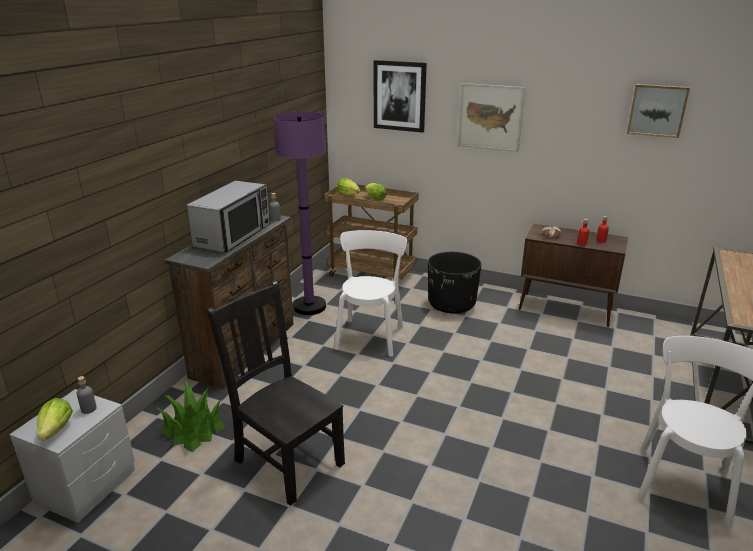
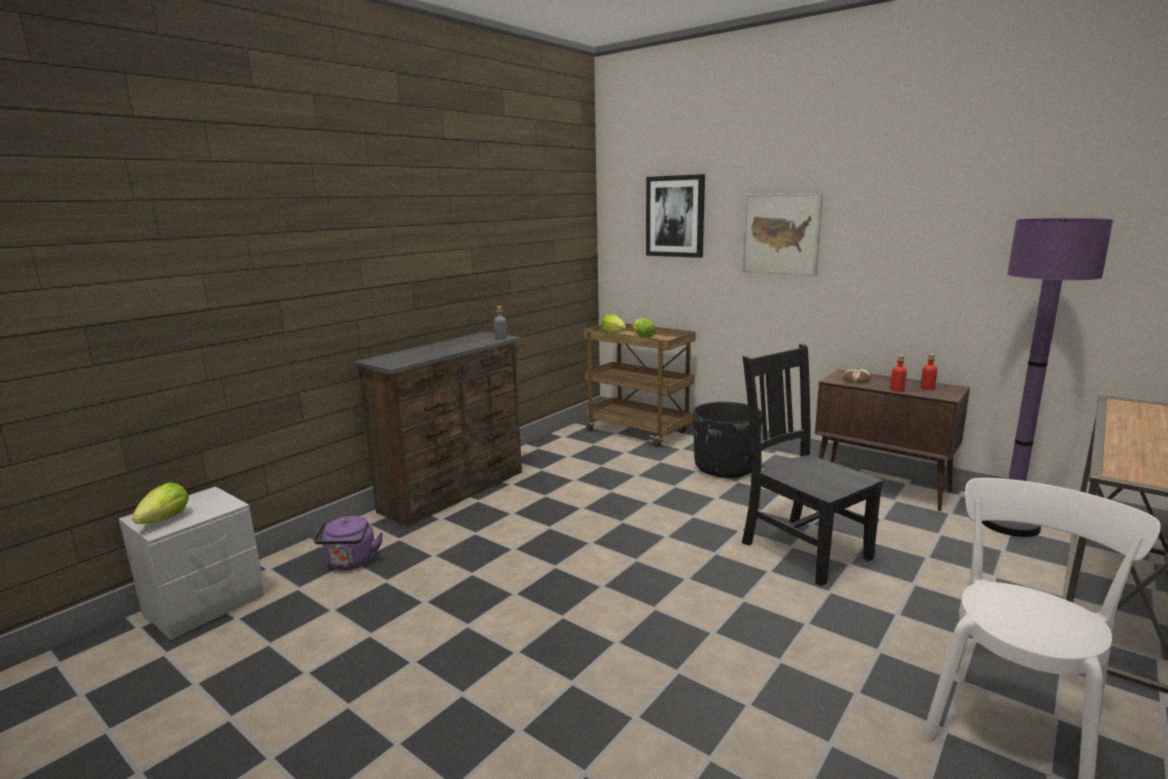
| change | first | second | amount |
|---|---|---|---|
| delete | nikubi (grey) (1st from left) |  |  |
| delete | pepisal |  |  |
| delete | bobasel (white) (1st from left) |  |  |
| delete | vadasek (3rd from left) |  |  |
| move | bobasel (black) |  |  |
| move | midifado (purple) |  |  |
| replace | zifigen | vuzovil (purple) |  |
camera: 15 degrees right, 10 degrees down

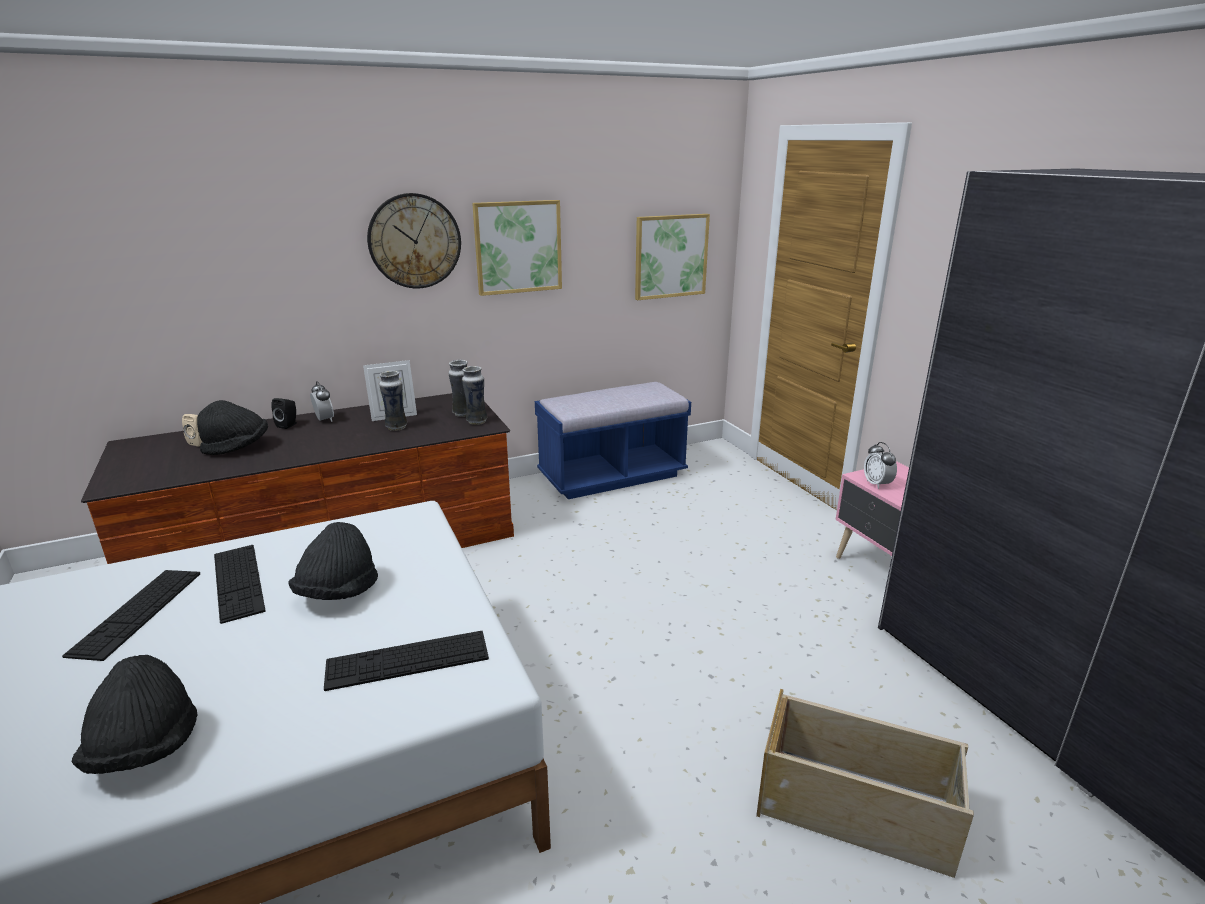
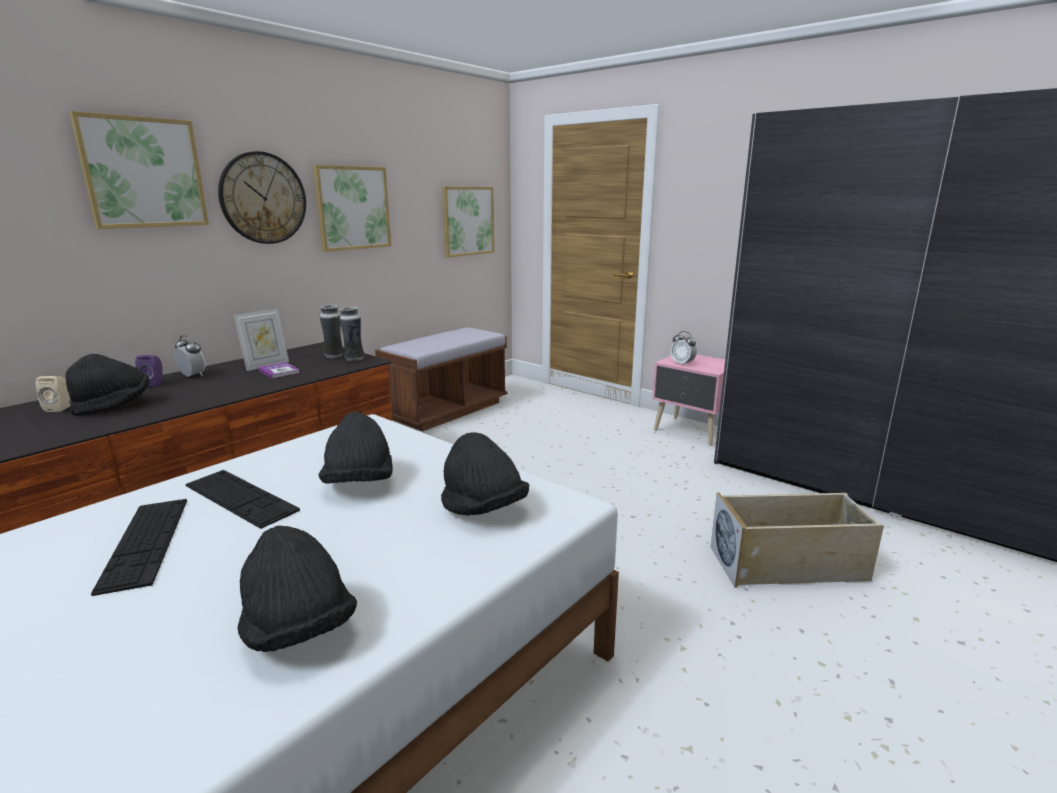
| change | first | second | amount |
|---|---|---|---|
| insert |  | vadasek (1st from left) |  |
| replace | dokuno (3rd from left) | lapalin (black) (4th from left) |  |
| replace | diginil (1st from left) | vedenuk |  |
| recolor | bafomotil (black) | bafomotil (purple) |  |
| recolor | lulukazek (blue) | lulukazek (brown) |  |
camera: 25 degrees left, 5 degrees down

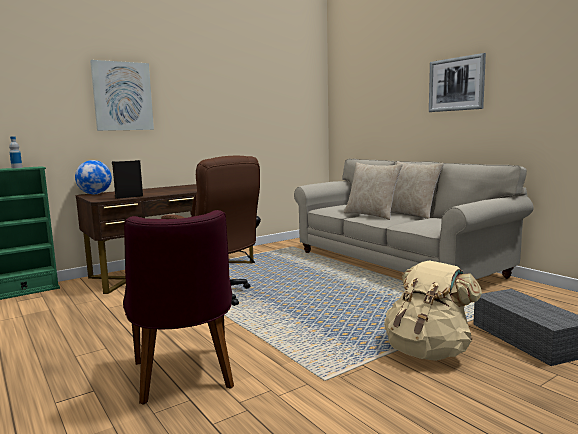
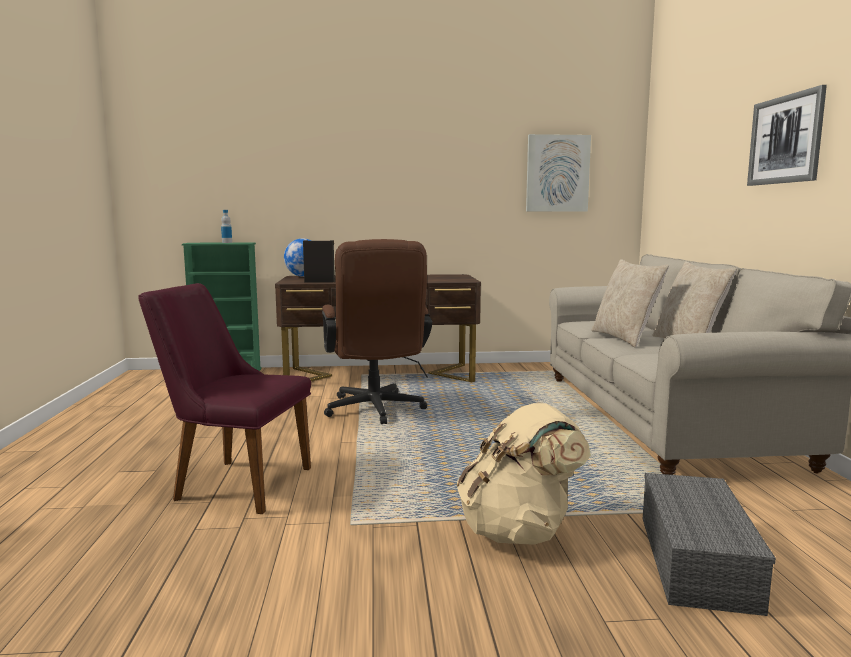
| change | first | second | amount |
|---|---|---|---|
| move | vadasek (1st from left) |  |  |
| rotate | bobasel (purple) |  | 90 degrees clockwise |
camera: 30 degrees right, 0 degrees up

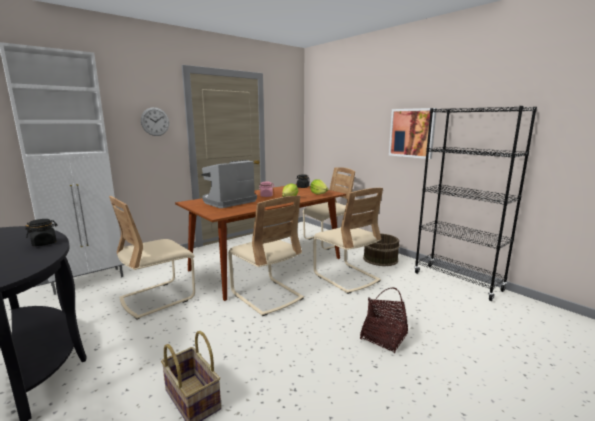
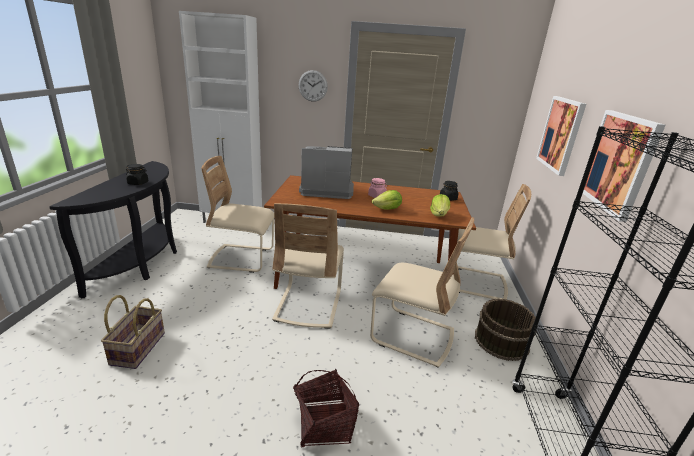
| change | first | second | amount |
|---|---|---|---|
| insert |  | vadasek (1st from left) |  |
| rotate | bobasel (beige) (4th from left in the first image) | bobasel (beige) (3rd from left) | 75 degrees counterclockwise |
camera: 45 degrees right, 10 degrees up

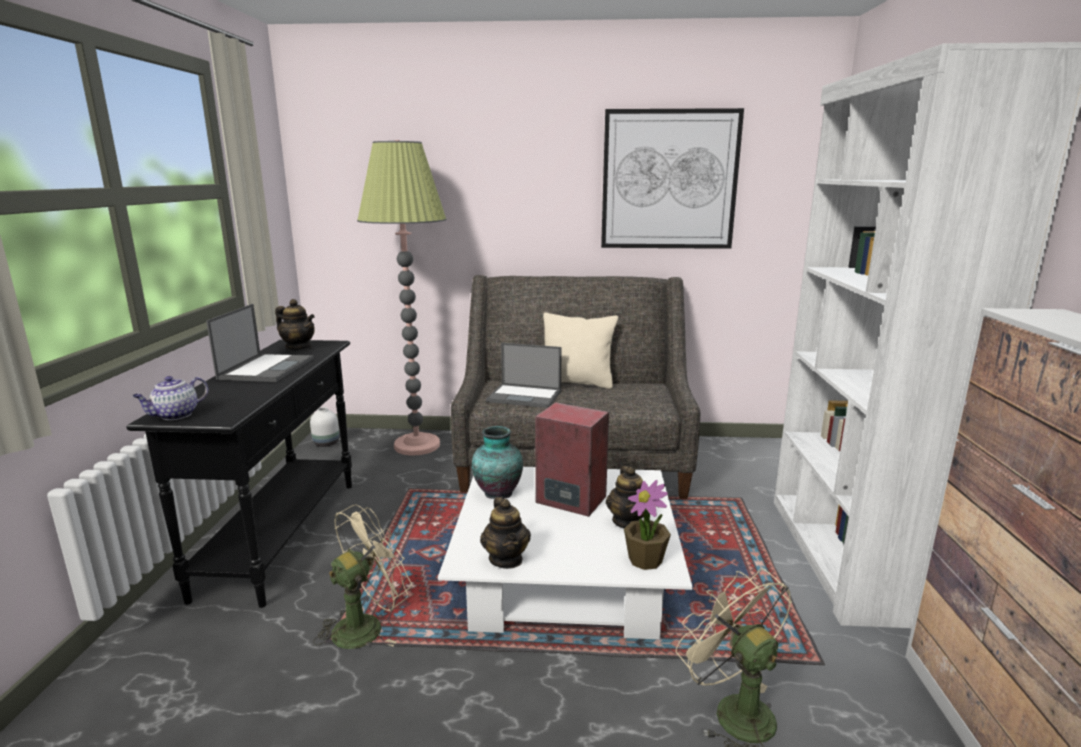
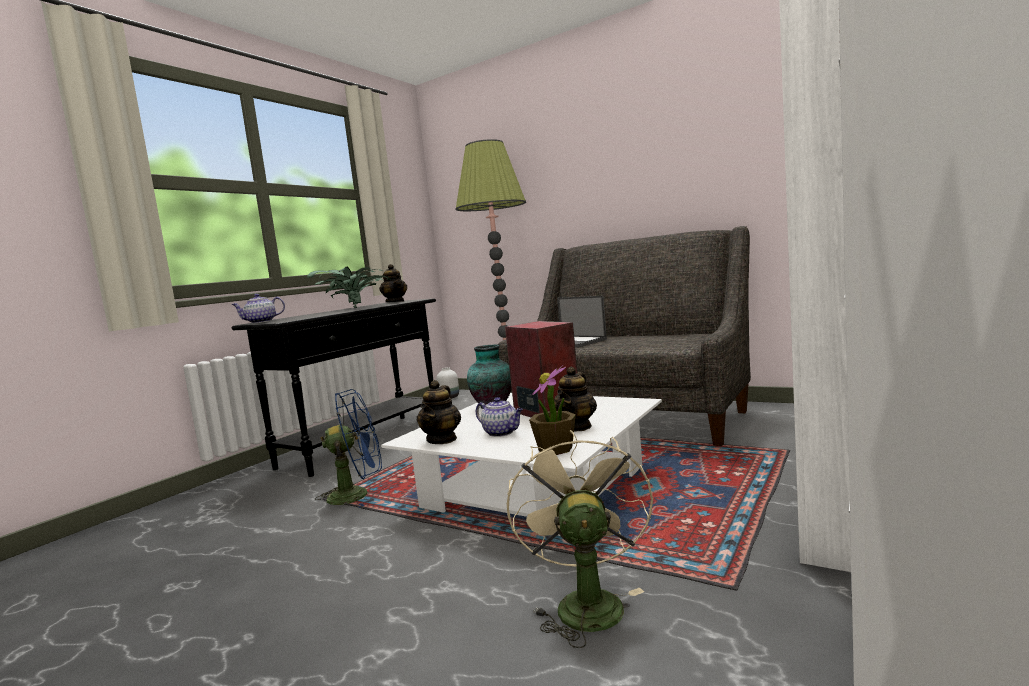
| change | first | second | amount |
|---|---|---|---|
| delete | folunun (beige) |  |  |
| delete | vadasek |  |  |
| insert |  | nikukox (4th from left) |  |
| replace | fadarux (1st from left) | zifigen (1st from left) |  |
| recolor | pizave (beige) (1st from left) | pizave (blue) |  |
camera: 30 degrees right, 10 degrees down

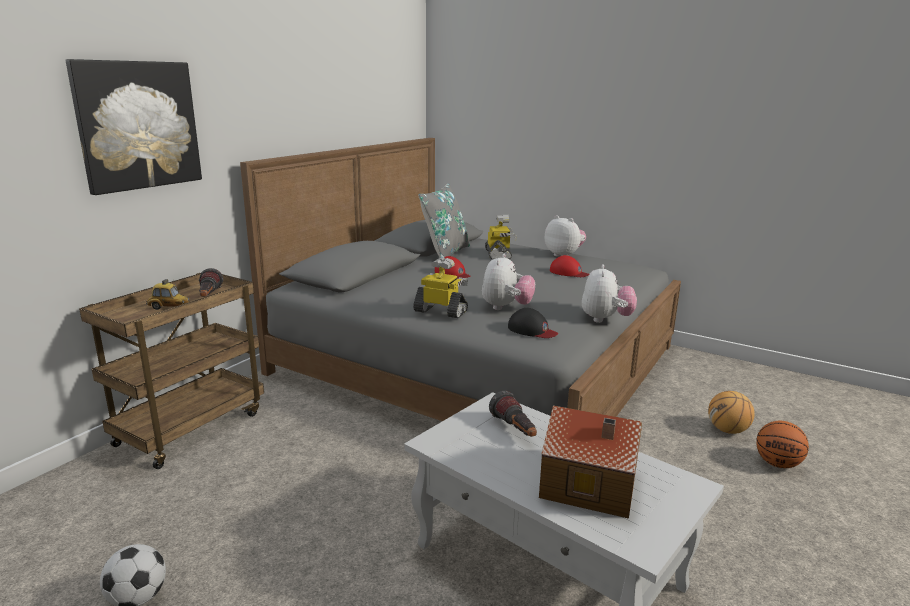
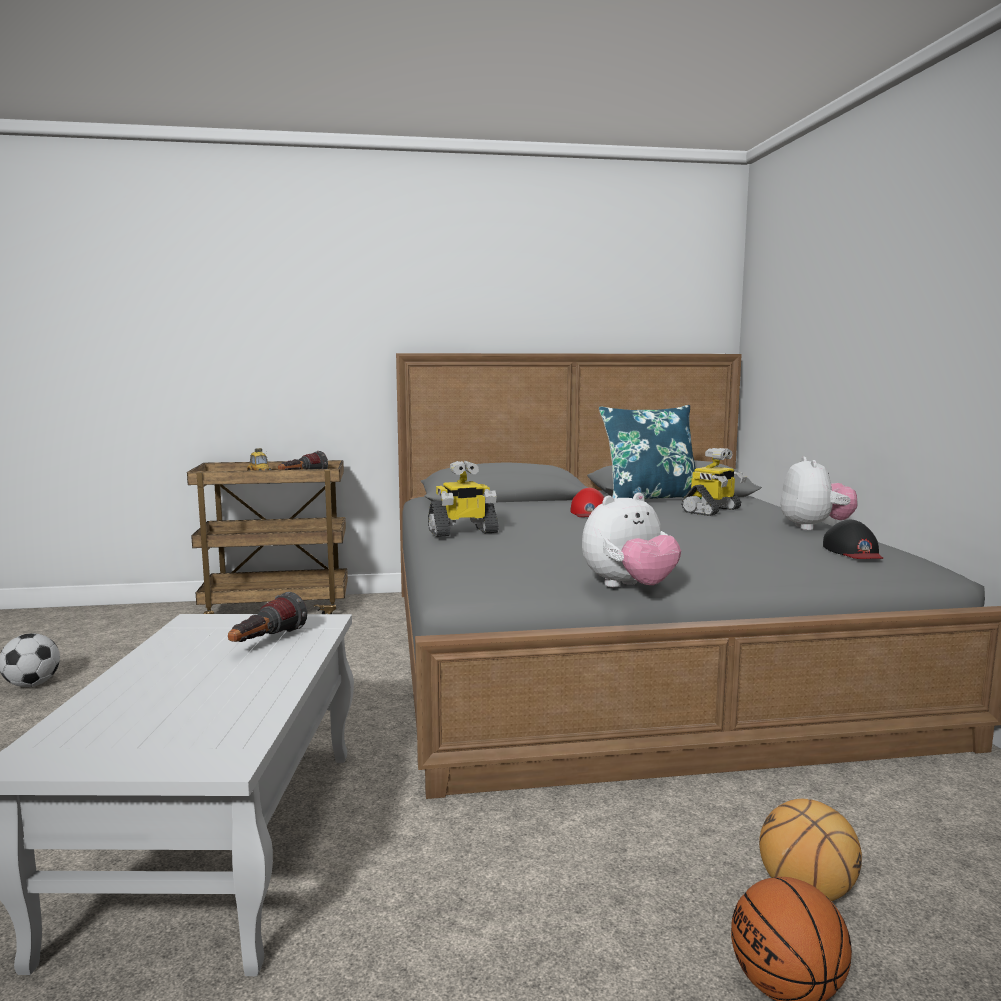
| change | first | second | amount |
|---|---|---|---|
| delete | vadasek |  |  |
| delete | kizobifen (1st from left) |  |  |
| delete | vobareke |  |  |
| delete | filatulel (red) (2nd from left) |  |  |
| move | filatulel (black) |  |  |
| recolor | folunun (grey) | folunun (blue) |  |
| rotate | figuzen (1st from left) |  | 90 degrees clockwise |
camera: 50 degrees right, 10 degrees down

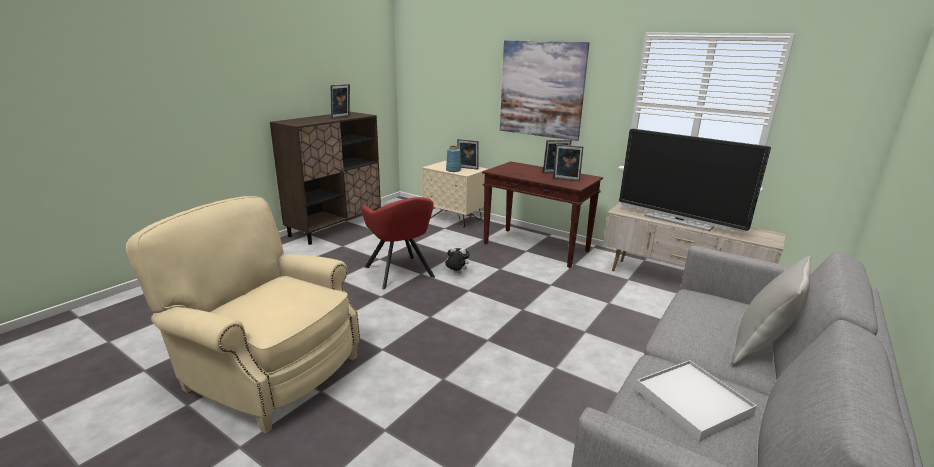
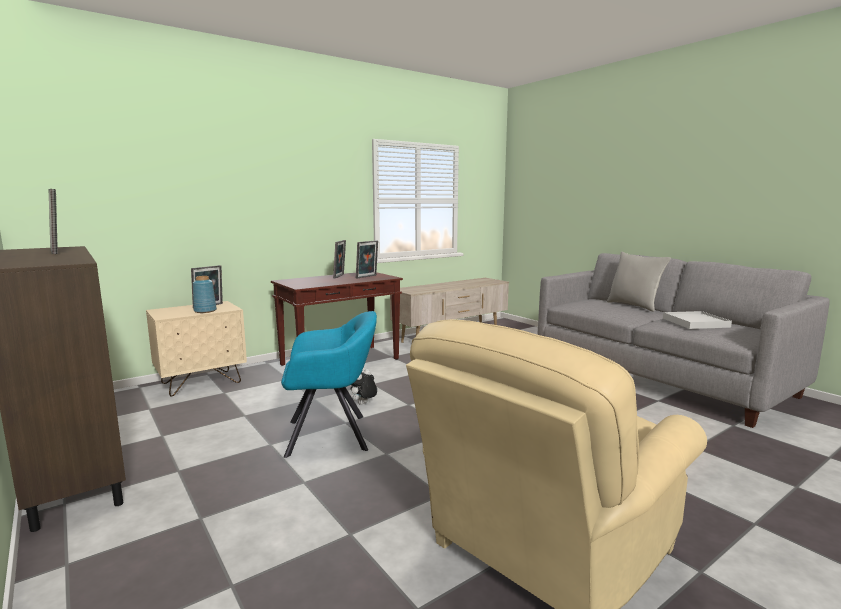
| change | first | second | amount |
|---|---|---|---|
| delete | vadasek |  |  |
| delete | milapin |  |  |
| recolor | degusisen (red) | degusisen (turquoise) |  |
camera: 70 degrees left, 10 degrees down

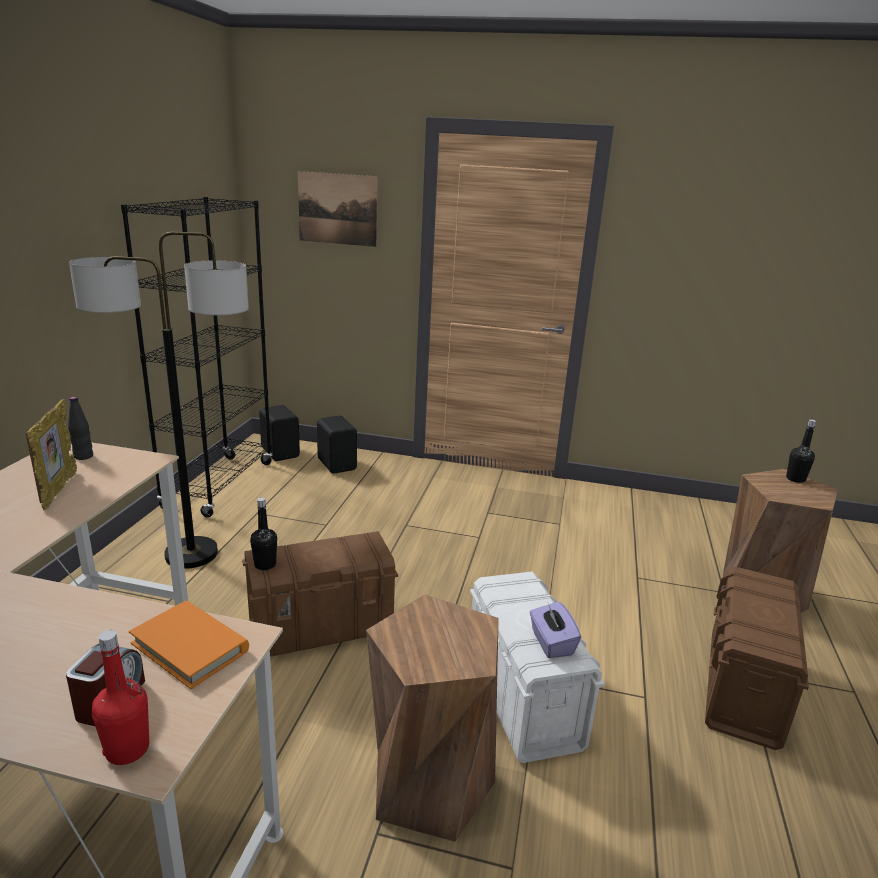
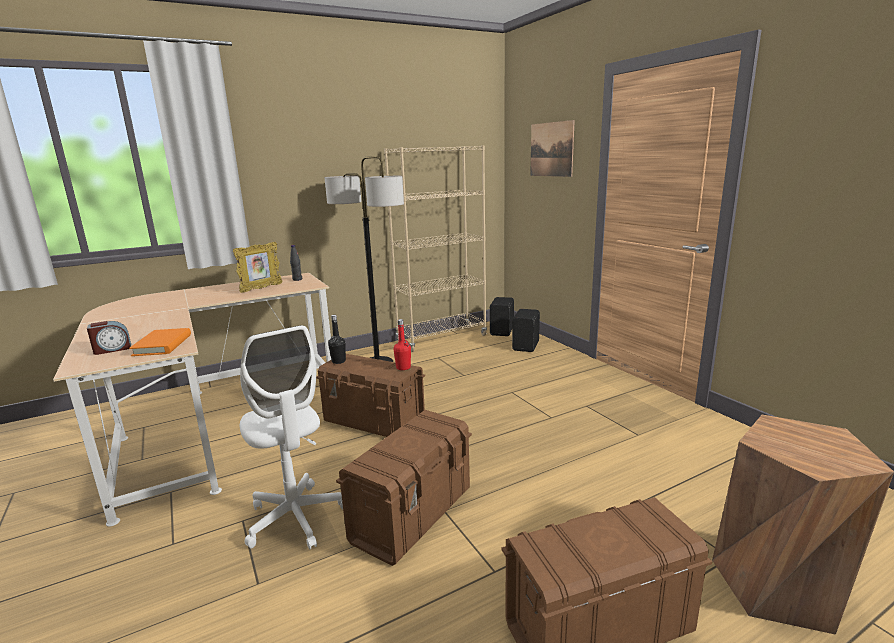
| change | first | second | amount |
|---|---|---|---|
| delete | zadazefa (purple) |  |  |
| delete | nikubi (black) (3rd from left) |  |  |
| move | nikubi (red) |  |  |
| replace | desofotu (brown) (1st from left) | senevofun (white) |  |
| recolor | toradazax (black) | toradazax (beige) |  |
| recolor | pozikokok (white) | pozikokok (brown) (2nd from left) |  |
camera: 50 degrees right, 5 degrees down

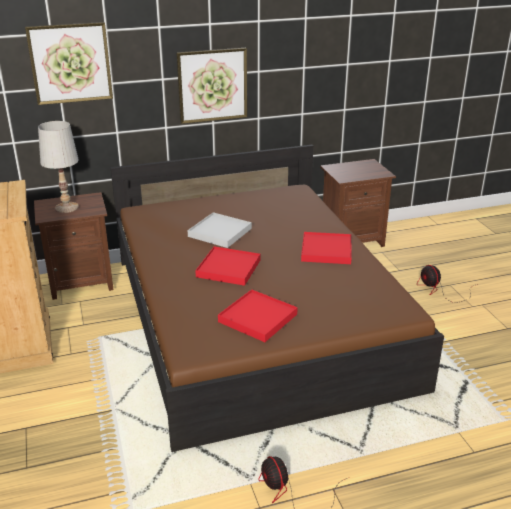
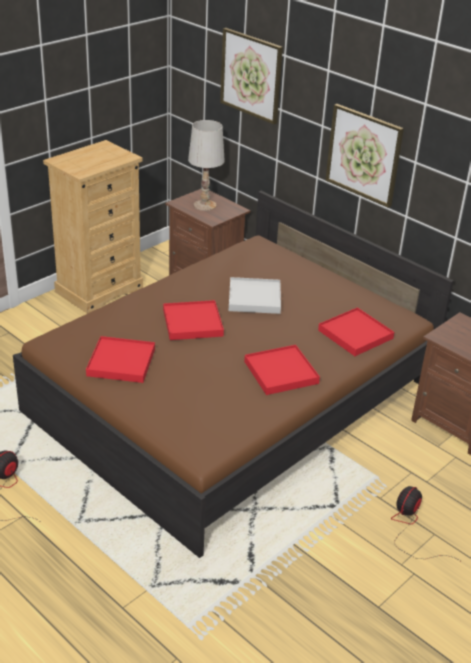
| change | first | second | amount |
|---|---|---|---|
| insert |  | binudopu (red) (4th from left) |  |
camera: 60 degrees right, 5 degrees up

